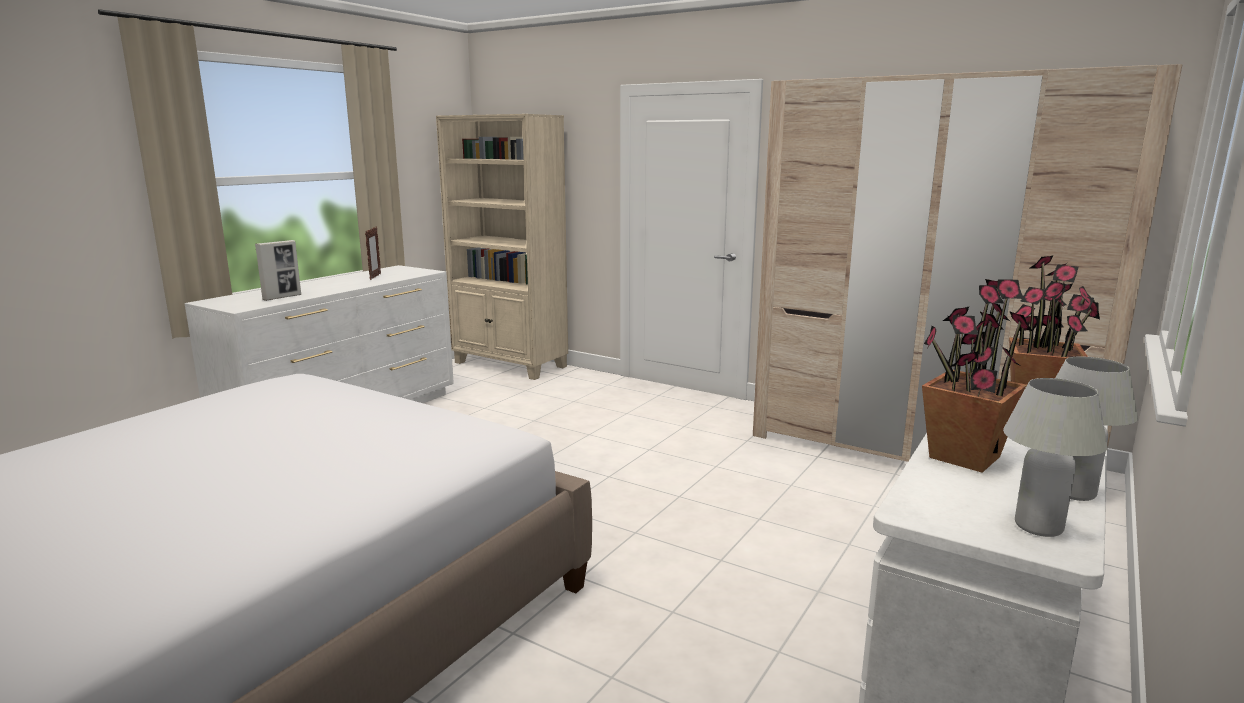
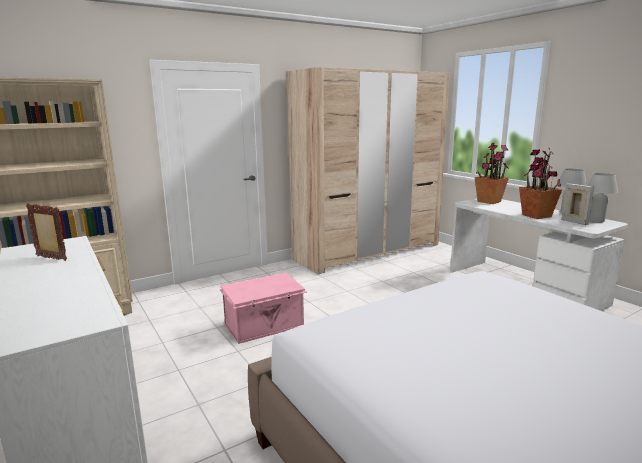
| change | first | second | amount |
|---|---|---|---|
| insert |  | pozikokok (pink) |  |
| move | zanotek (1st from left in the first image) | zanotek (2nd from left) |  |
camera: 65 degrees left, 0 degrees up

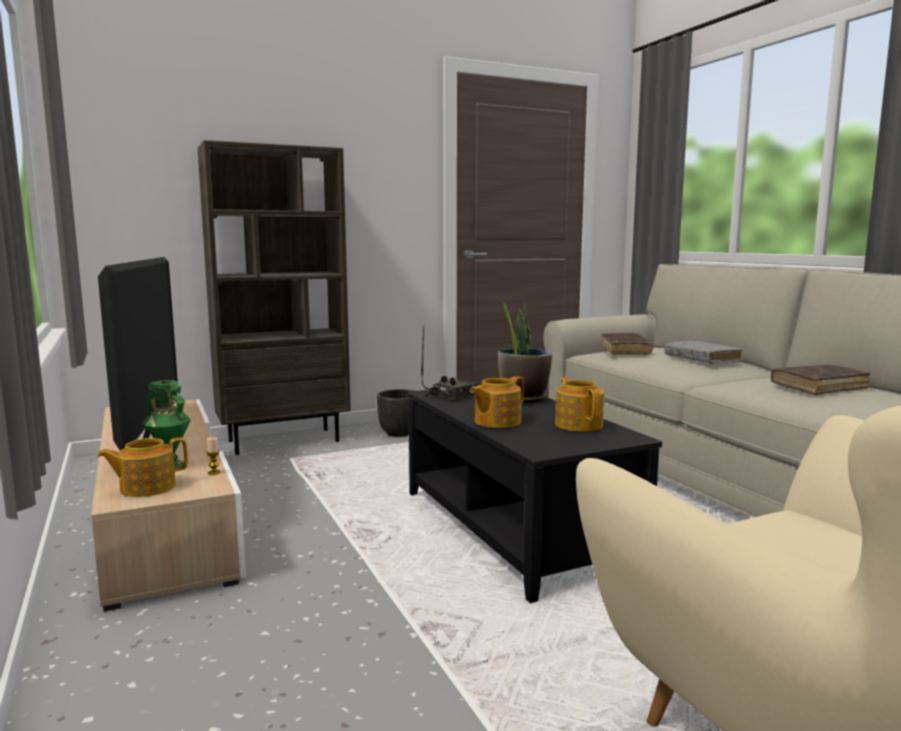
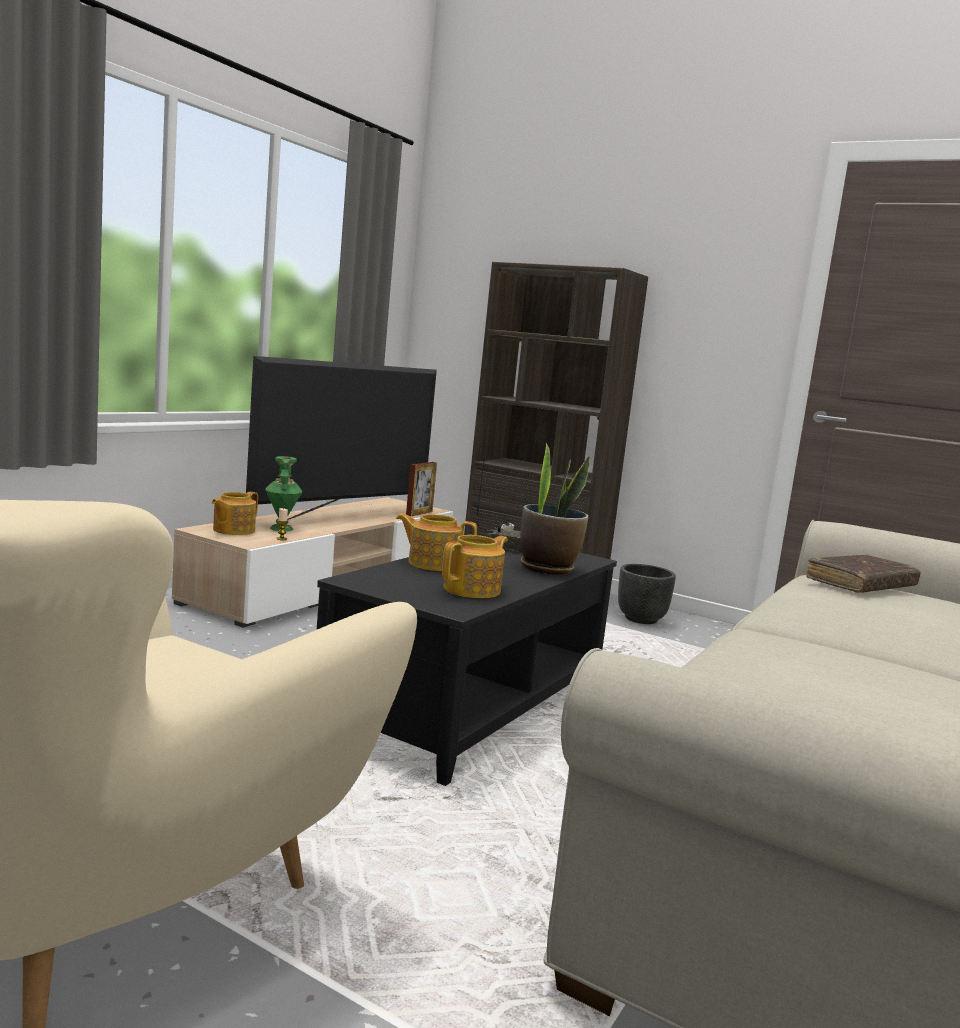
| change | first | second | amount |
|---|---|---|---|
| delete | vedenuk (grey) |  |  |
| delete | vedenuk (brown) (2nd from left) |  |  |
| insert |  | zanotek |  |
| rotate | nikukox (1st from left) |  | 90 degrees counterclockwise |
camera: 55 degrees right, 0 degrees up

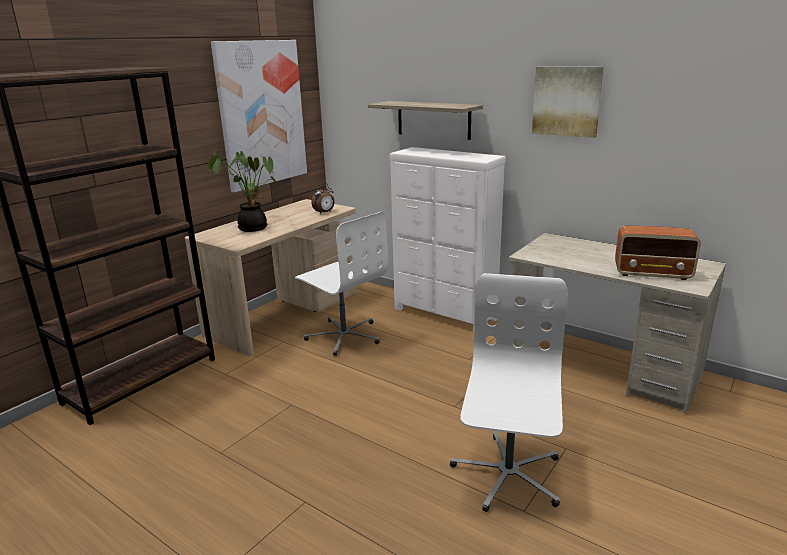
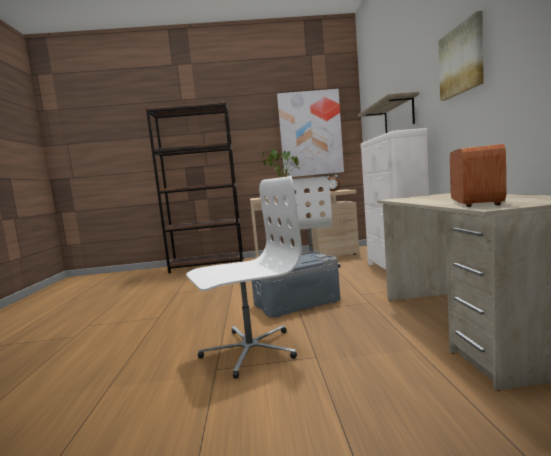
| change | first | second | amount |
|---|---|---|---|
| insert |  | pozikokok (grey) |  |
| rotate | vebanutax |  | 135 degrees counterclockwise |
camera: 50 degrees right, 15 degrees down

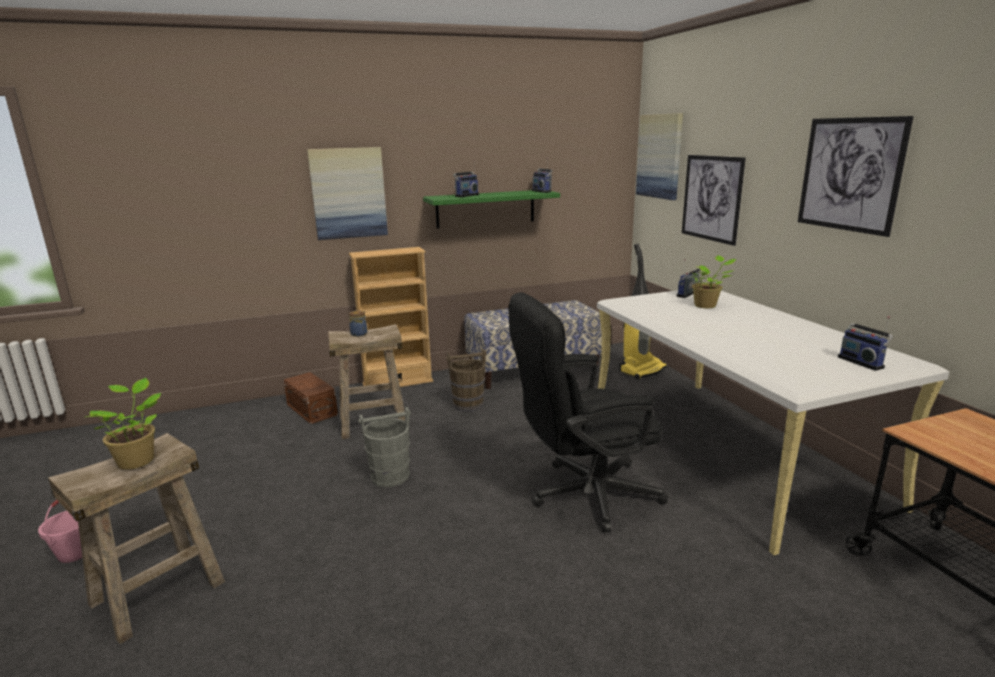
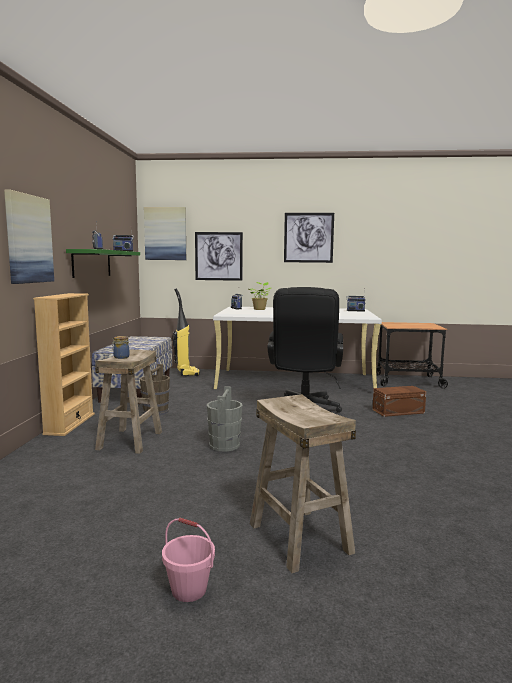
| change | first | second | amount |
|---|---|---|---|
| delete | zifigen (1st from left) |  |  |
| move | pozikokok (brown) |  |  |
camera: 65 degrees left, 10 degrees down

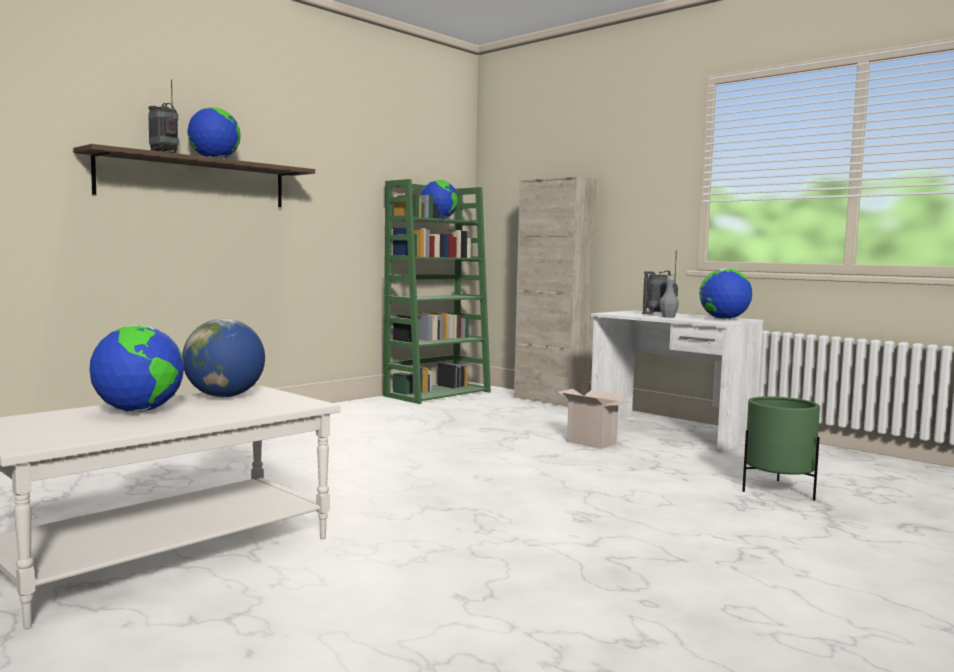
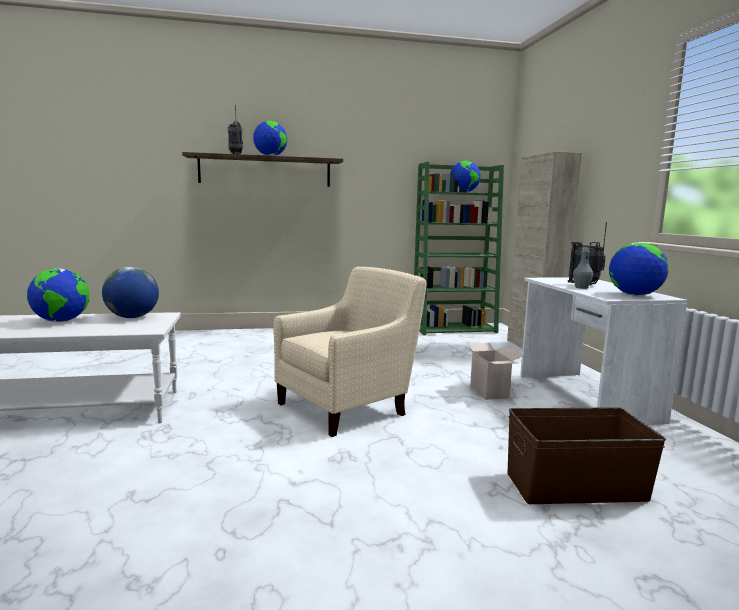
| change | first | second | amount |
|---|---|---|---|
| insert |  | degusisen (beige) |  |
| replace | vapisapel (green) | pozikokok (brown) |  |
camera: 35 degrees right, 5 degrees up

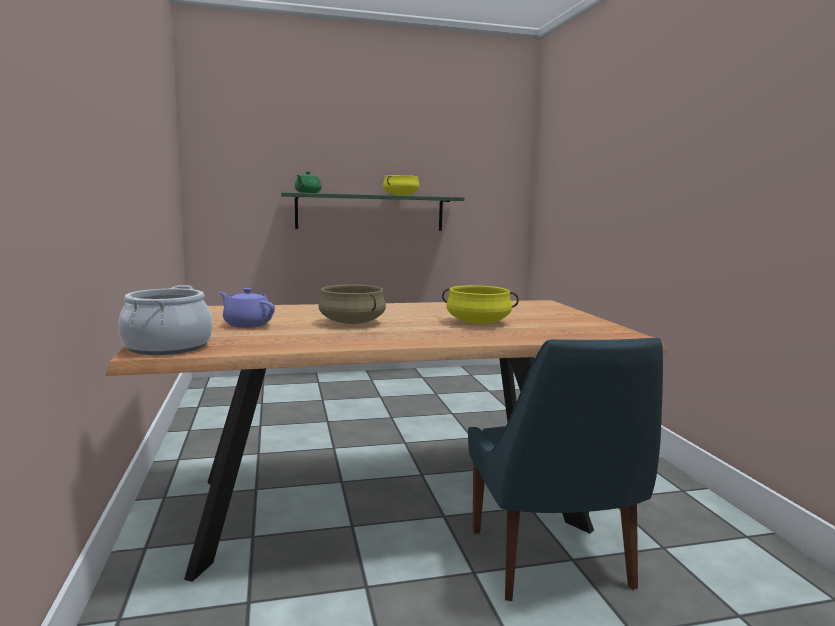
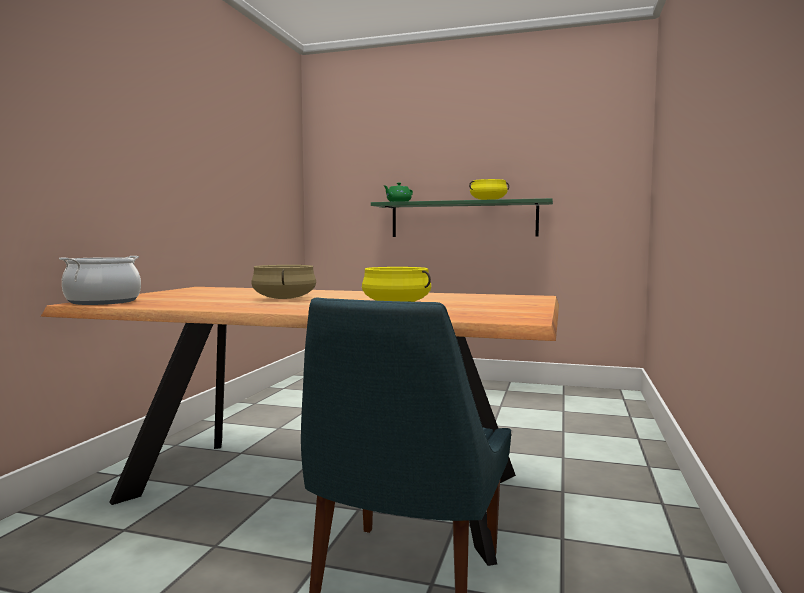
| change | first | second | amount |
|---|---|---|---|
| delete | nikukox (purple) |  |  |
camera: 30 degrees right, 5 degrees down

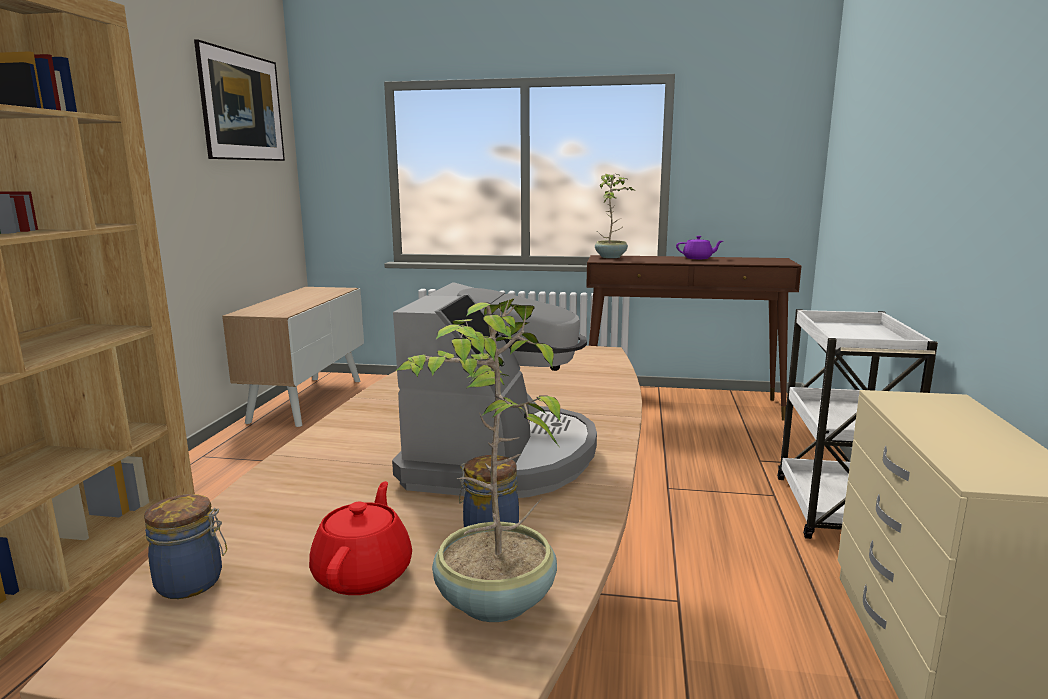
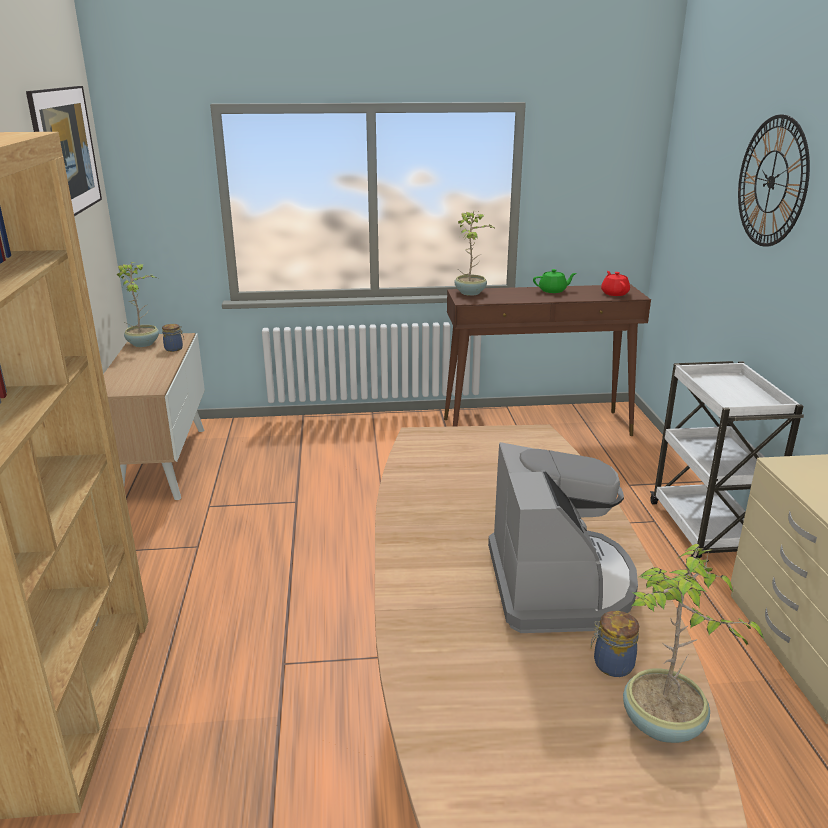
| change | first | second | amount |
|---|---|---|---|
| insert |  | zifigen (1st from left) |  |
| insert |  | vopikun |  |
| move | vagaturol (1st from left) |  |  |
| move | nikukox (red) |  |  |
| recolor | nikukox (purple) | nikukox (green) |  |
camera: 15 degrees left, 10 degrees up

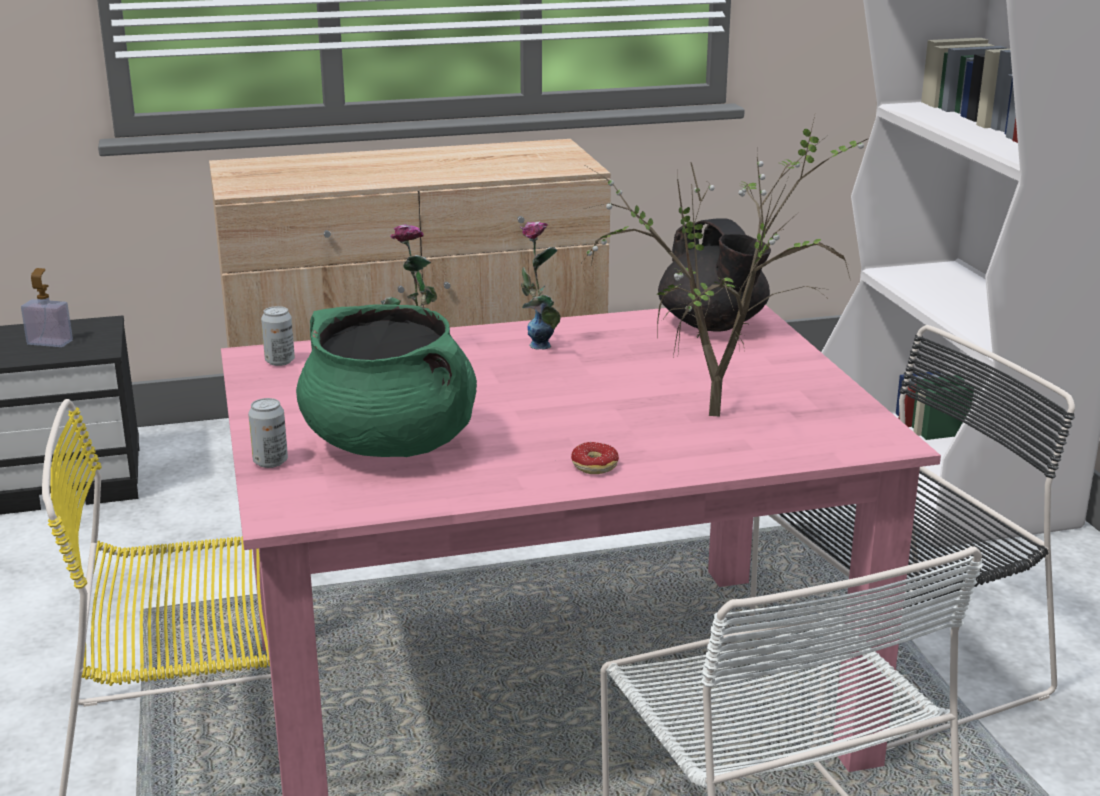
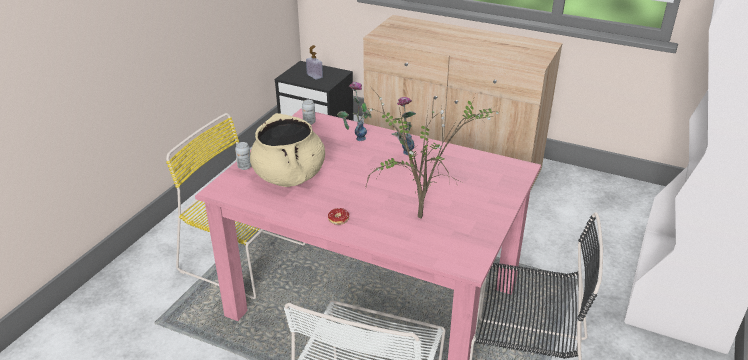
| change | first | second | amount |
|---|---|---|---|
| delete | nikukox (black) |  |  |
| recolor | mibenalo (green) | mibenalo (beige) |  |
camera: 40 degrees right, 10 degrees up

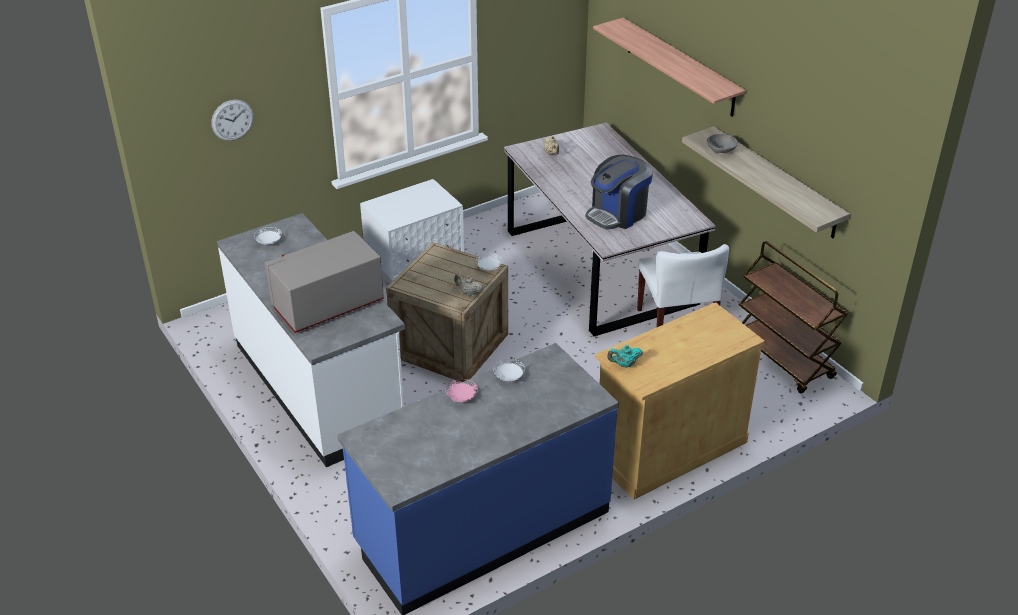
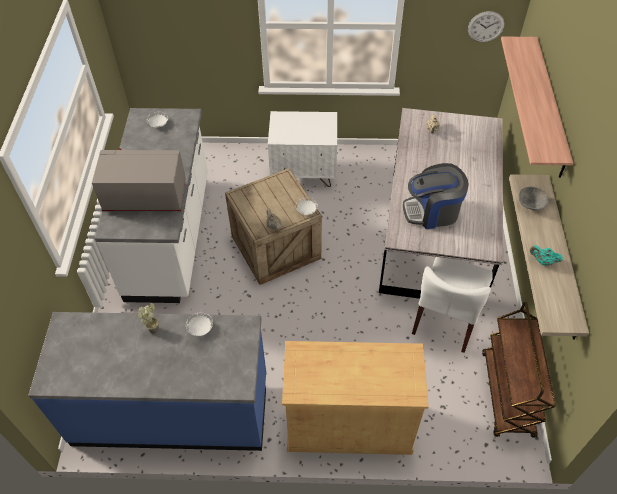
| change | first | second | amount |
|---|---|---|---|
| move | vopikun |  |  |
| move | nikukox (turquoise) |  |  |
| replace | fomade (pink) | zifigen |  |
camera: 35 degrees right, 15 degrees up

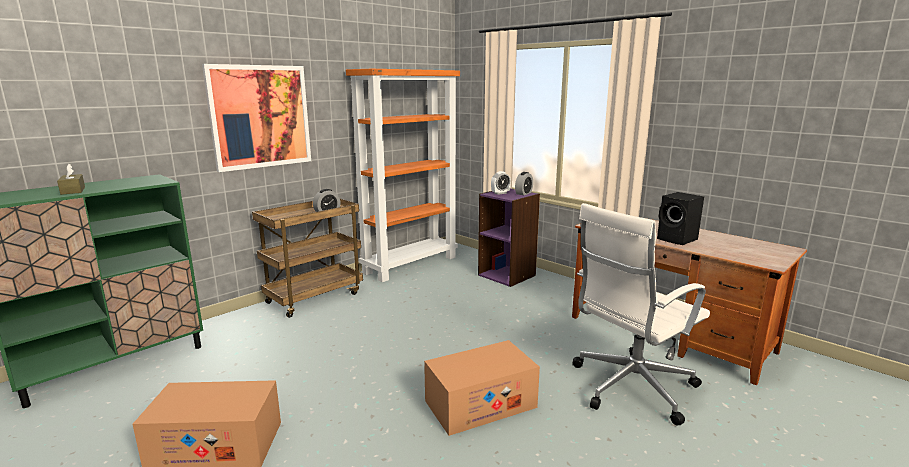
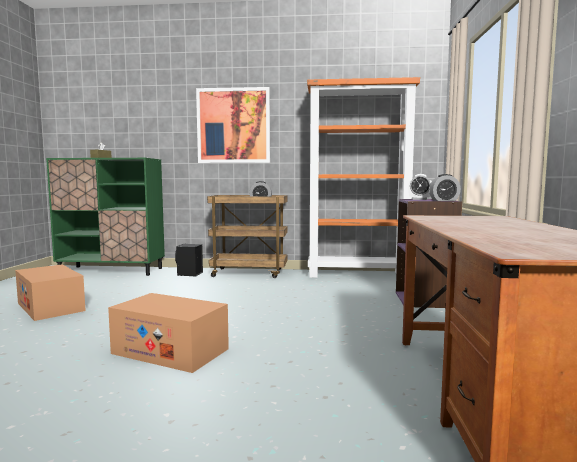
| change | first | second | amount |
|---|---|---|---|
| delete | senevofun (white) |  |  |
| move | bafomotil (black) |  |  |
camera: 50 degrees right, 10 degrees down

